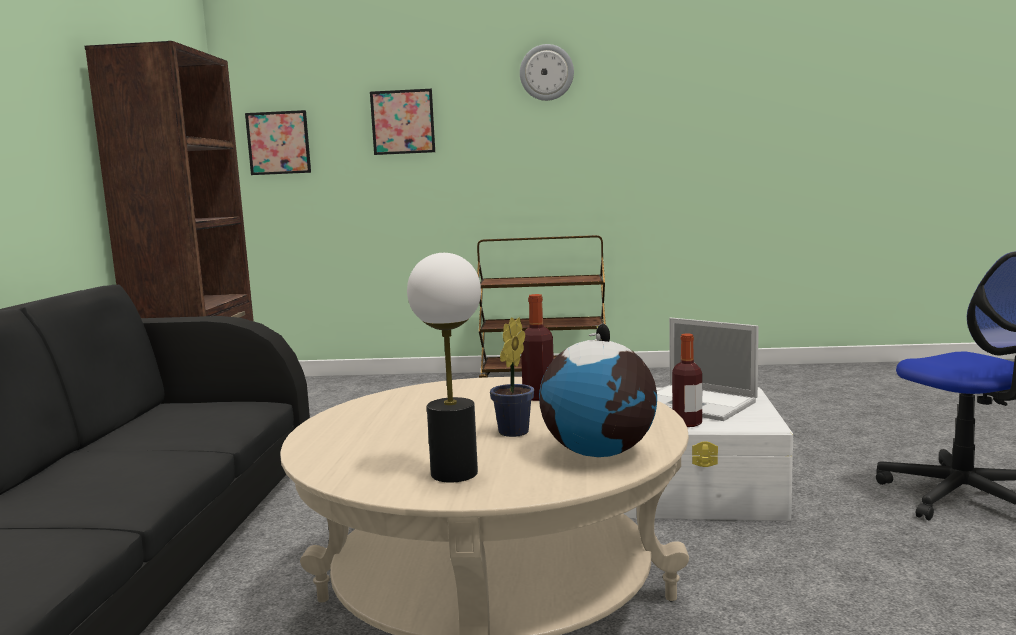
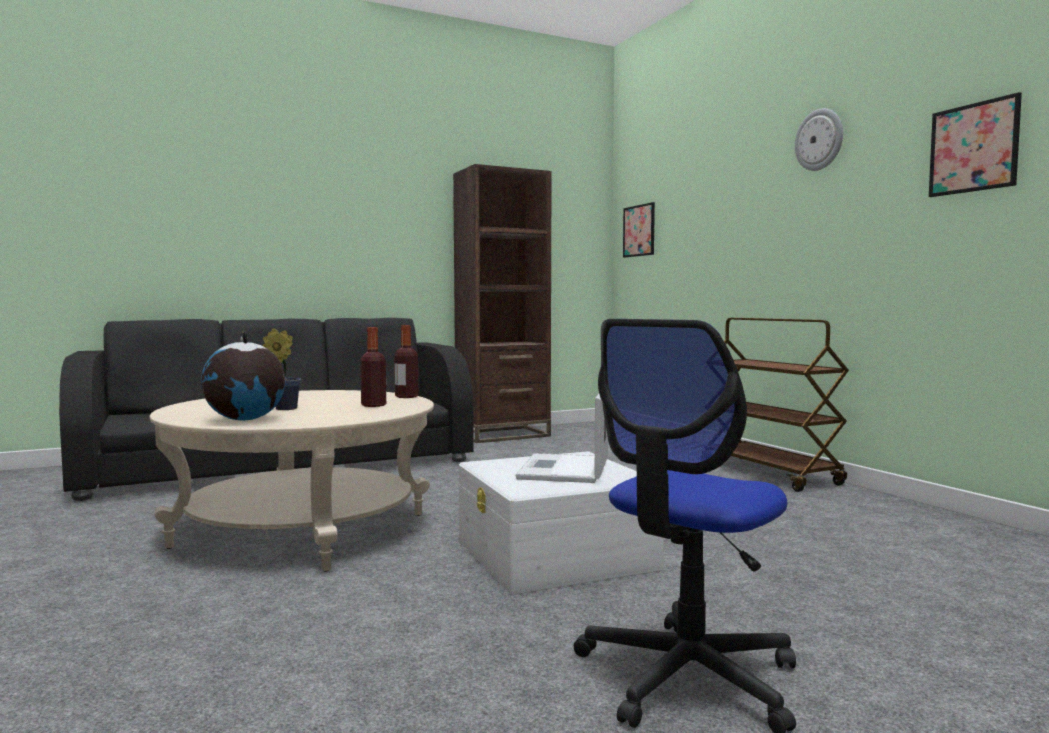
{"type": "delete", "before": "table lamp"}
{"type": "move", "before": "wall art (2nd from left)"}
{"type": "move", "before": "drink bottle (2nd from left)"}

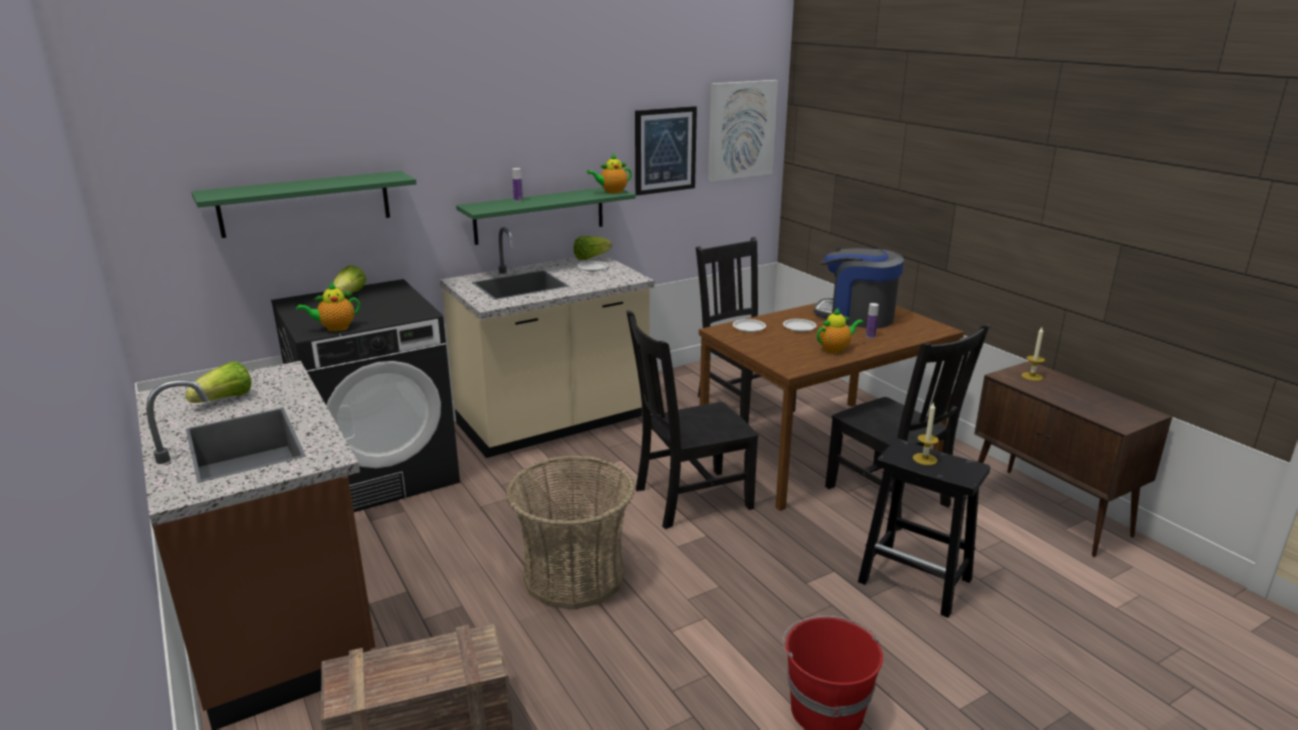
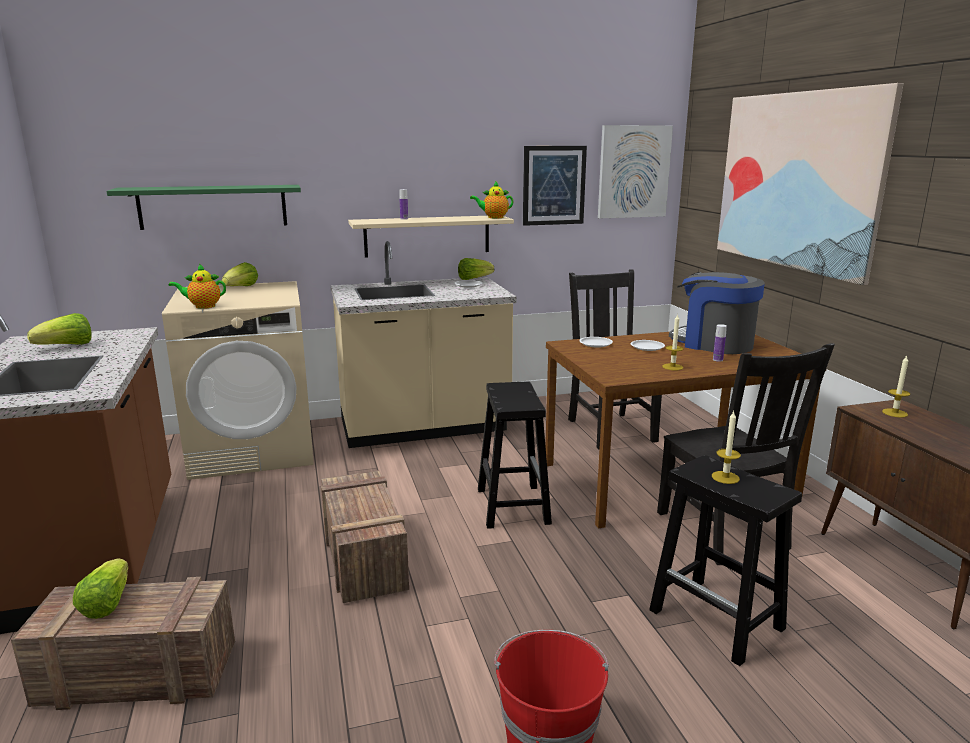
{"type": "insert", "after": "head of lettuce (2nd from left)"}
{"type": "insert", "after": "wall art (3rd from left)"}
{"type": "replace", "before": "household basket", "after": "crate (2nd from left)"}
{"type": "replace", "before": "black-coloured plain chair (1st from left)", "after": "black-coloured stool seat (1st from left)"}
{"type": "replace", "before": "teapot (3rd from left)", "after": "wax light (1st from left)"}
{"type": "recolor", "before": "black-coloured laundry machine", "after": "beige-coloured laundry machine"}
{"type": "recolor", "before": "green-coloured shelf (2nd from left)", "after": "beige-coloured shelf"}

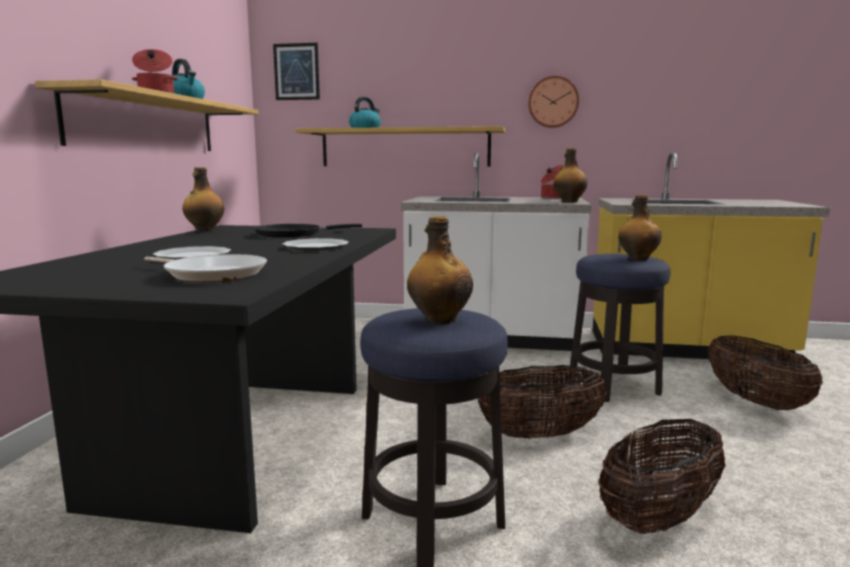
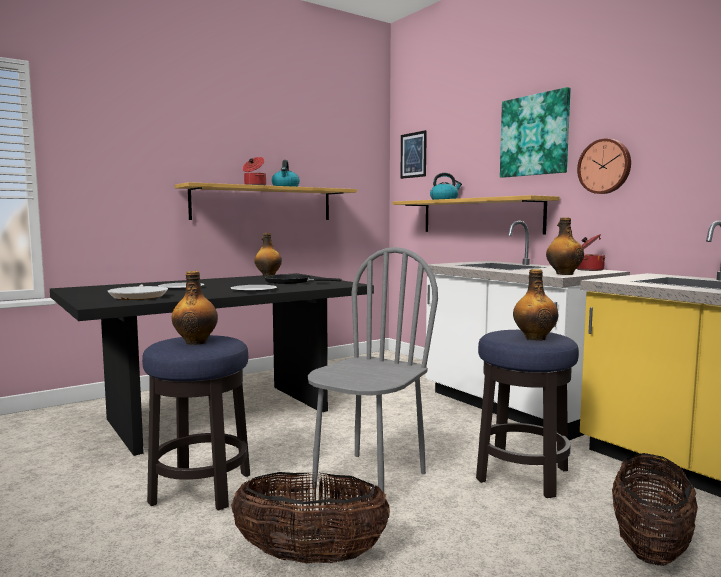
{"type": "insert", "after": "wall art (2nd from left)"}
{"type": "replace", "before": "household basket (1st from left)", "after": "gray plain chair"}

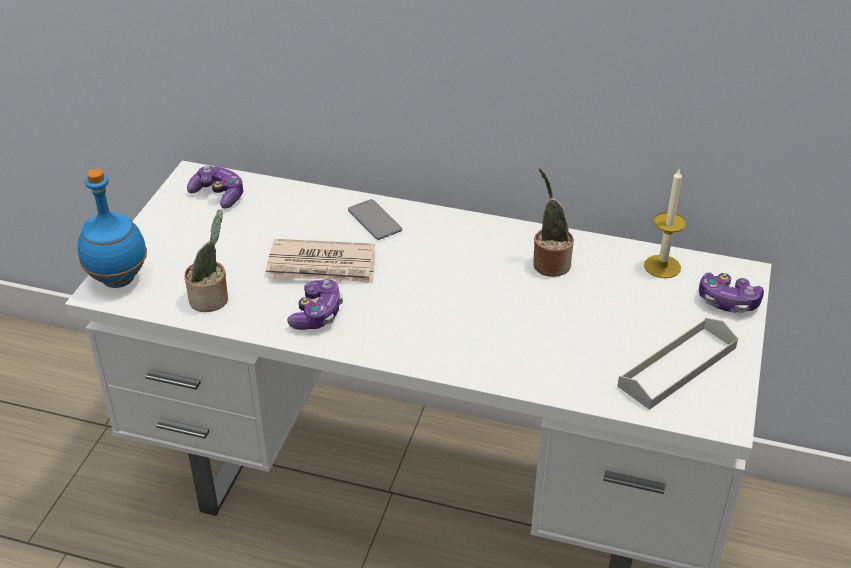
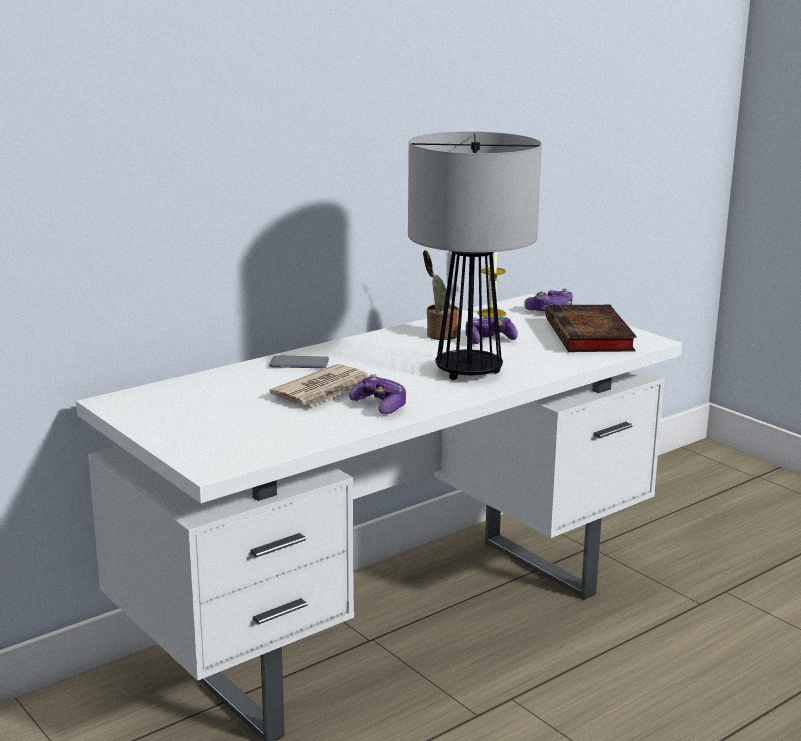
{"type": "delete", "before": "blue drink bottle"}
{"type": "delete", "before": "houseplant (1st from left)"}
{"type": "insert", "after": "table lamp"}
{"type": "move", "before": "game controller (1st from left in the first image)", "after": "game controller (2nd from left)"}
{"type": "replace", "before": "gray serving tray", "after": "bound book"}

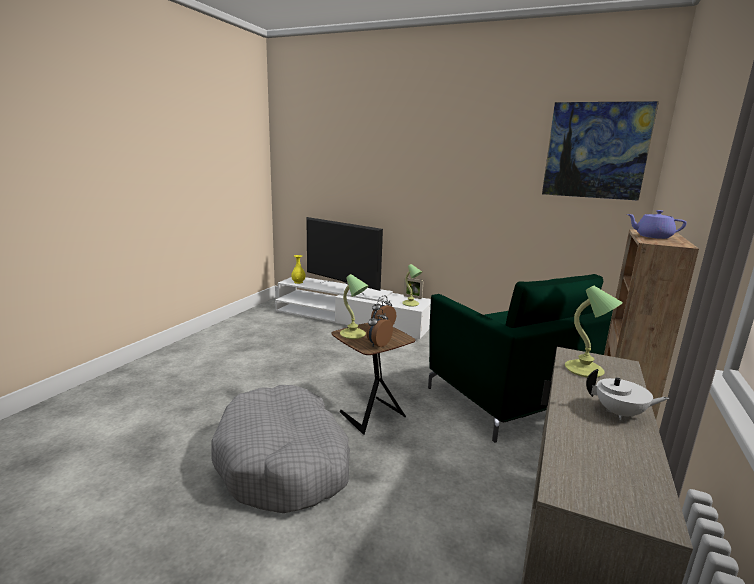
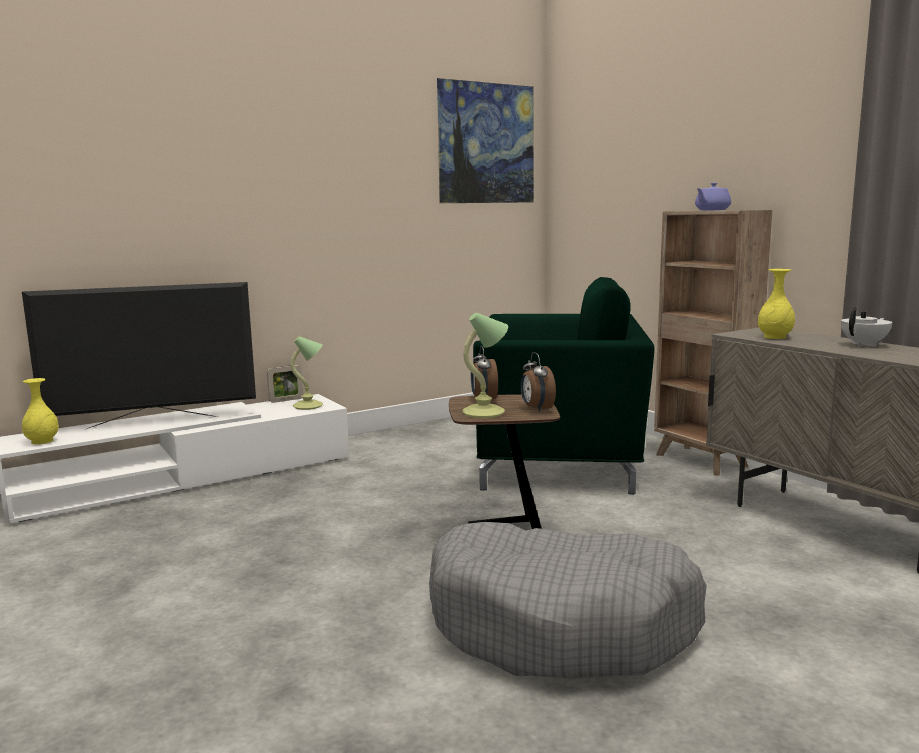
{"type": "replace", "before": "table lamp (3rd from left)", "after": "yellow flower vase (2nd from left)"}

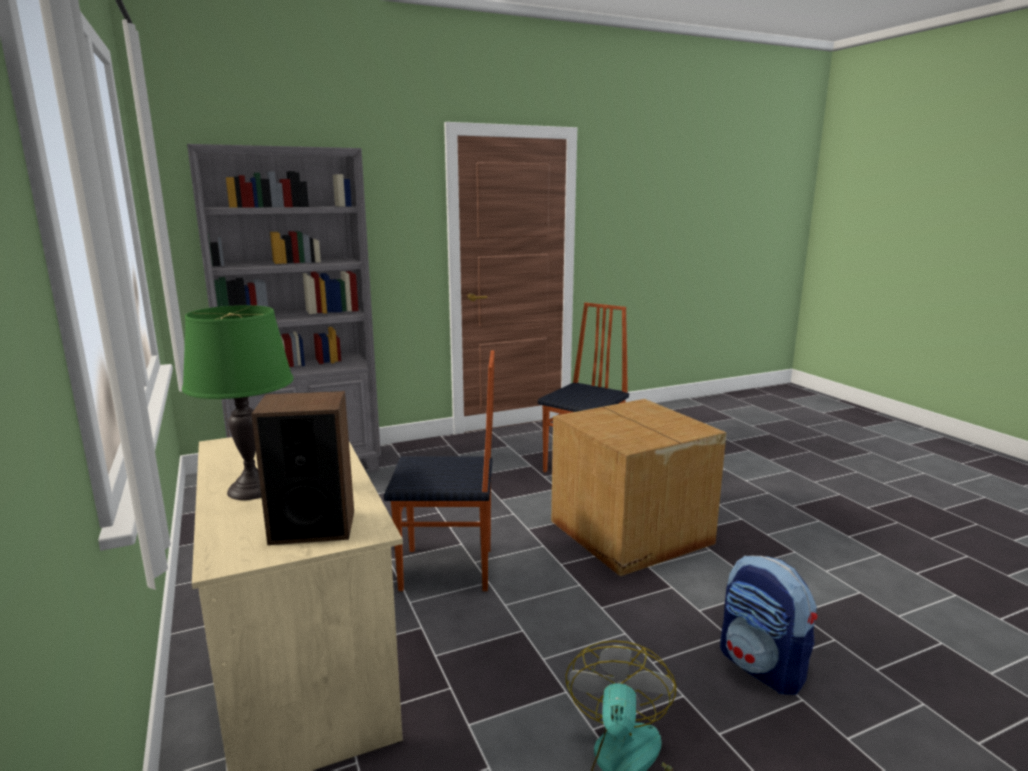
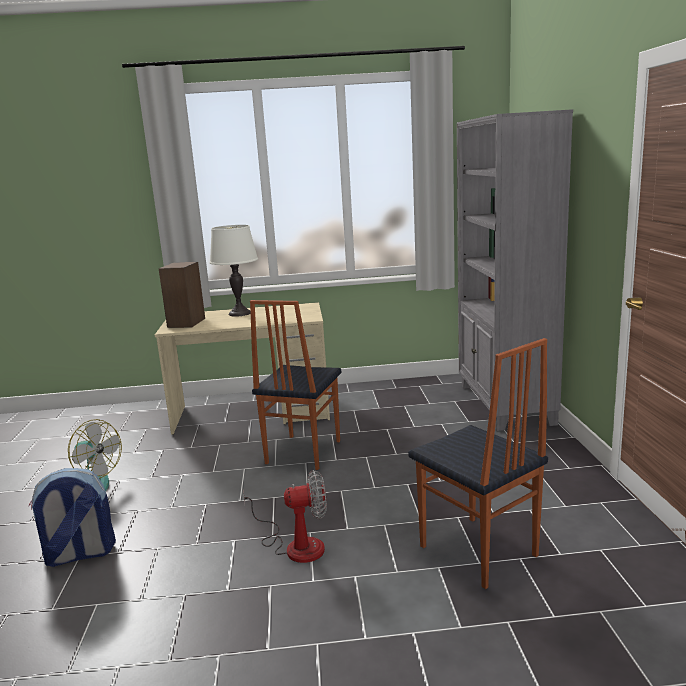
{"type": "replace", "before": "carton", "after": "cooling fan (2nd from left)"}
{"type": "recolor", "before": "green-coloured table lamp", "after": "whitish table lamp"}

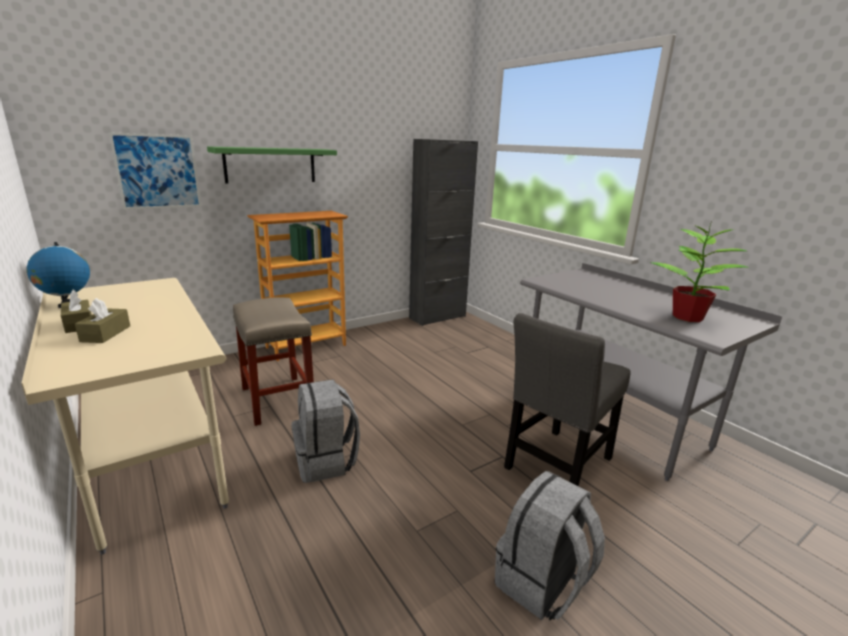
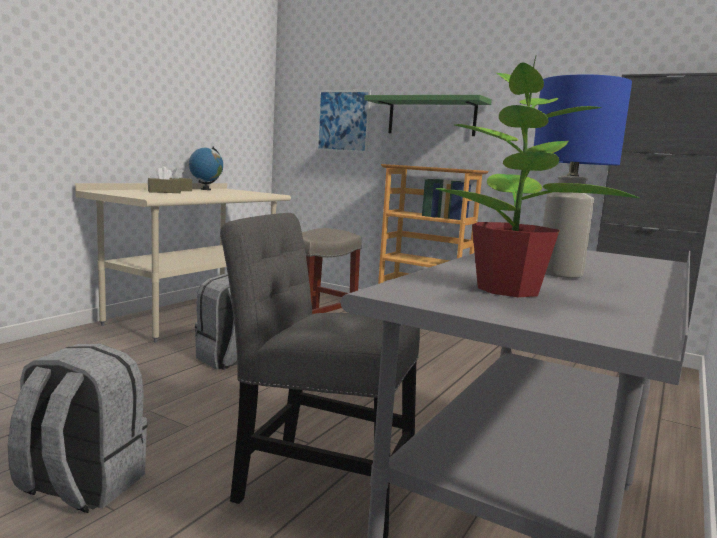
{"type": "insert", "after": "blue table lamp"}

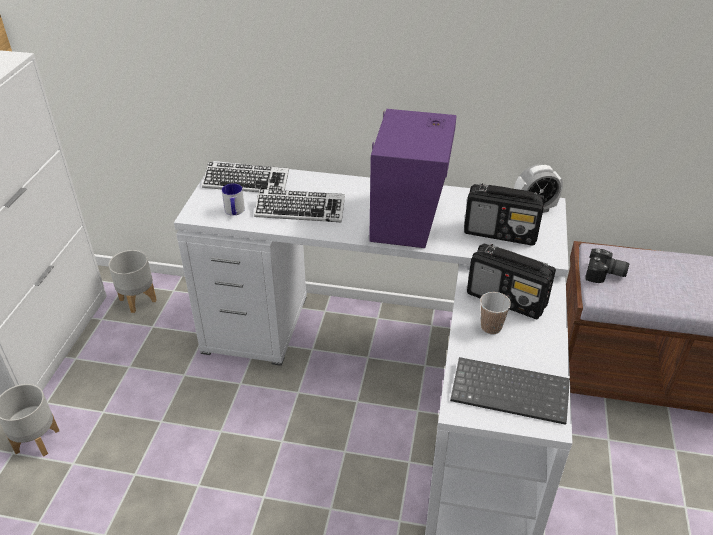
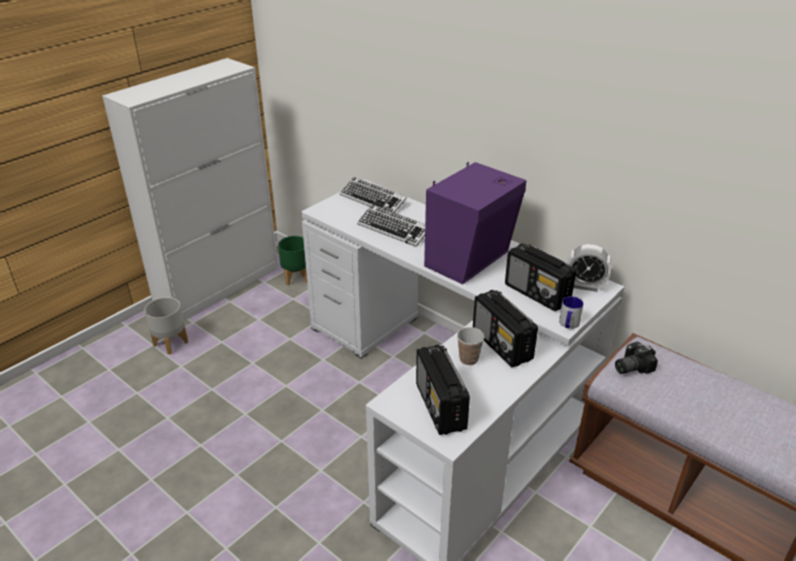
{"type": "move", "before": "tea mug"}
{"type": "replace", "before": "computer keyboard (3rd from left)", "after": "radio (1st from left)"}
{"type": "recolor", "before": "gray flower pot (2nd from left)", "after": "green-coloured flower pot"}
{"type": "rotate", "before": "still camera", "turn": 105}

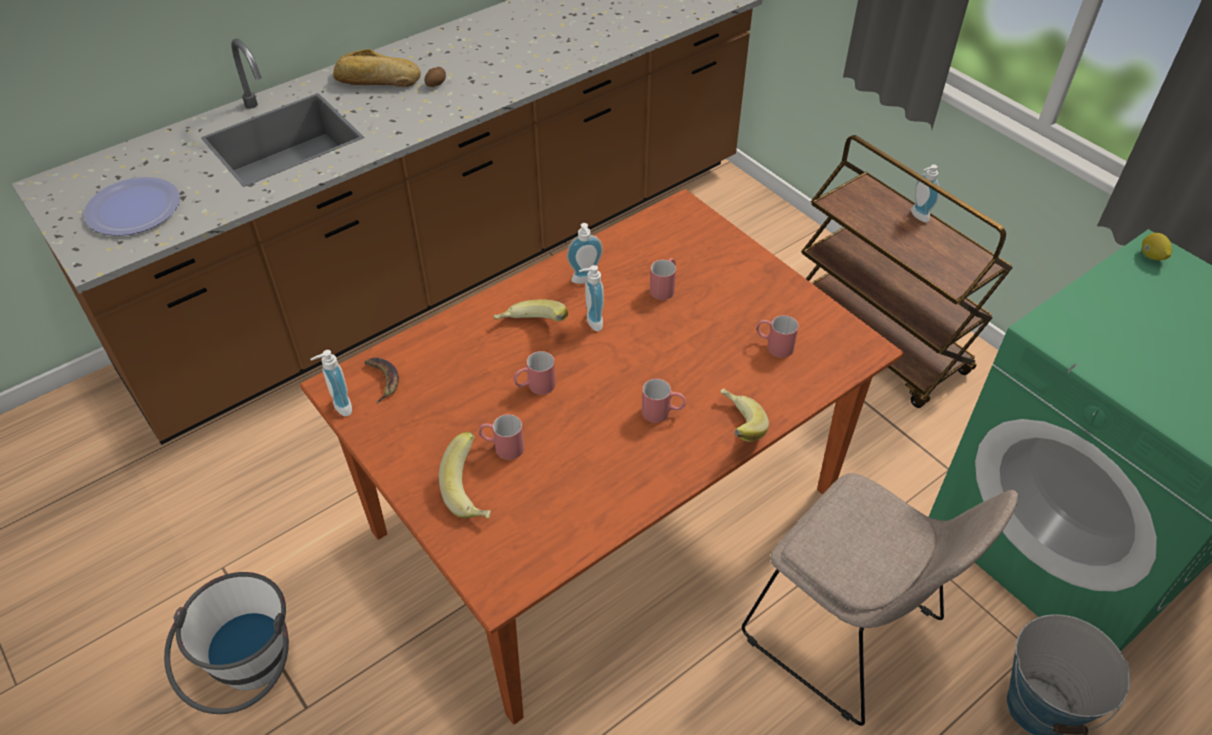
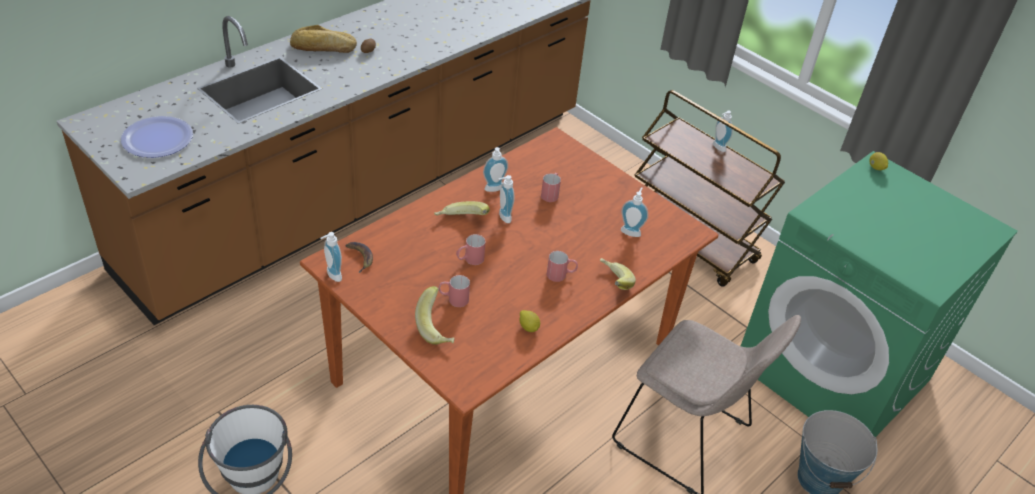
{"type": "insert", "after": "whole lemon (1st from left)"}
{"type": "replace", "before": "reddish tea mug (5th from left)", "after": "soap dispenser (4th from left)"}

